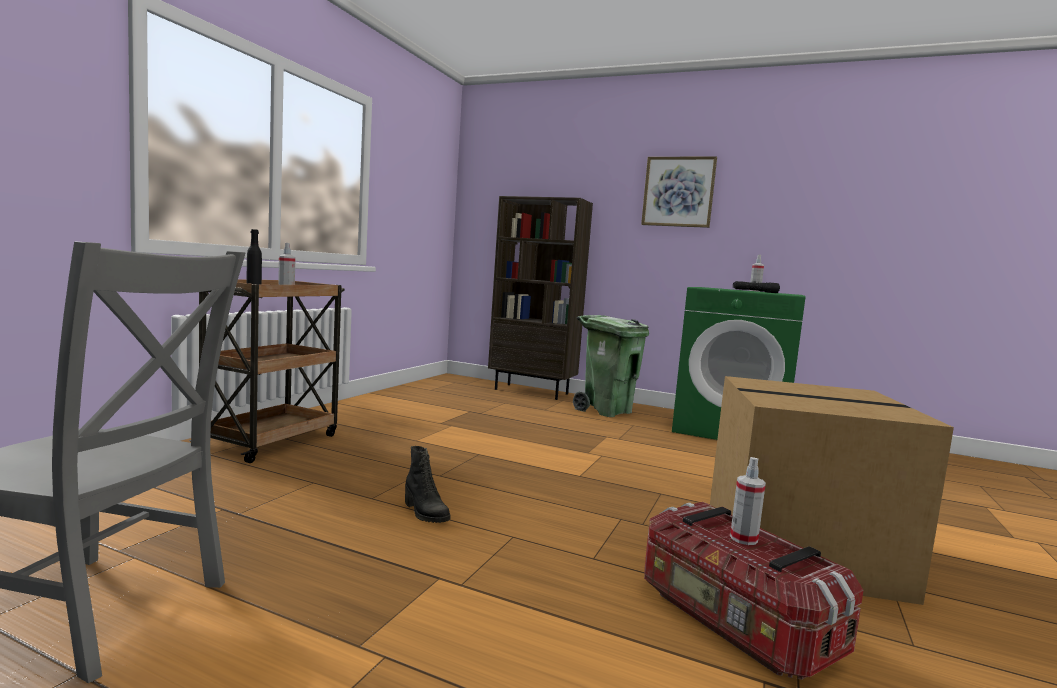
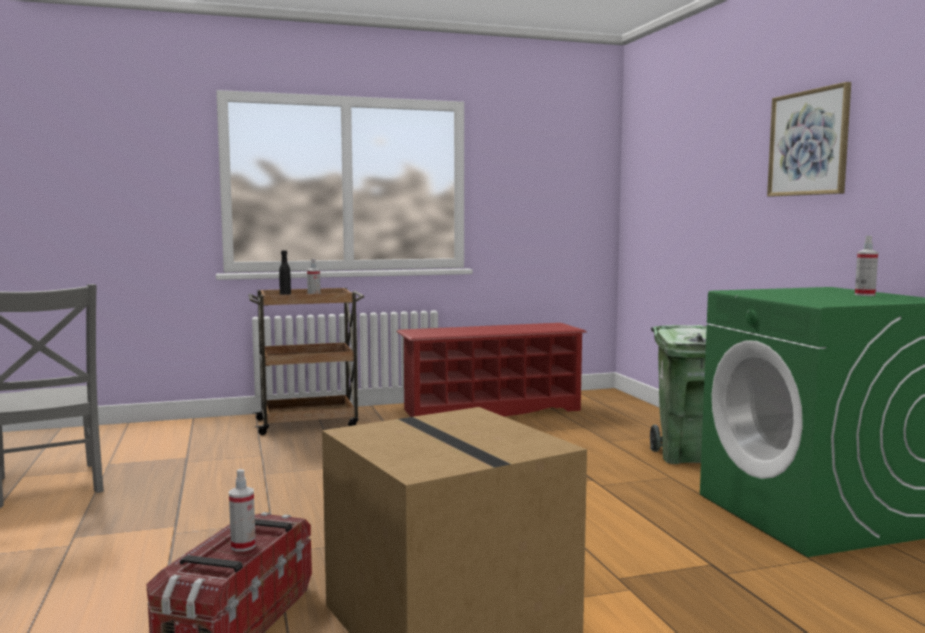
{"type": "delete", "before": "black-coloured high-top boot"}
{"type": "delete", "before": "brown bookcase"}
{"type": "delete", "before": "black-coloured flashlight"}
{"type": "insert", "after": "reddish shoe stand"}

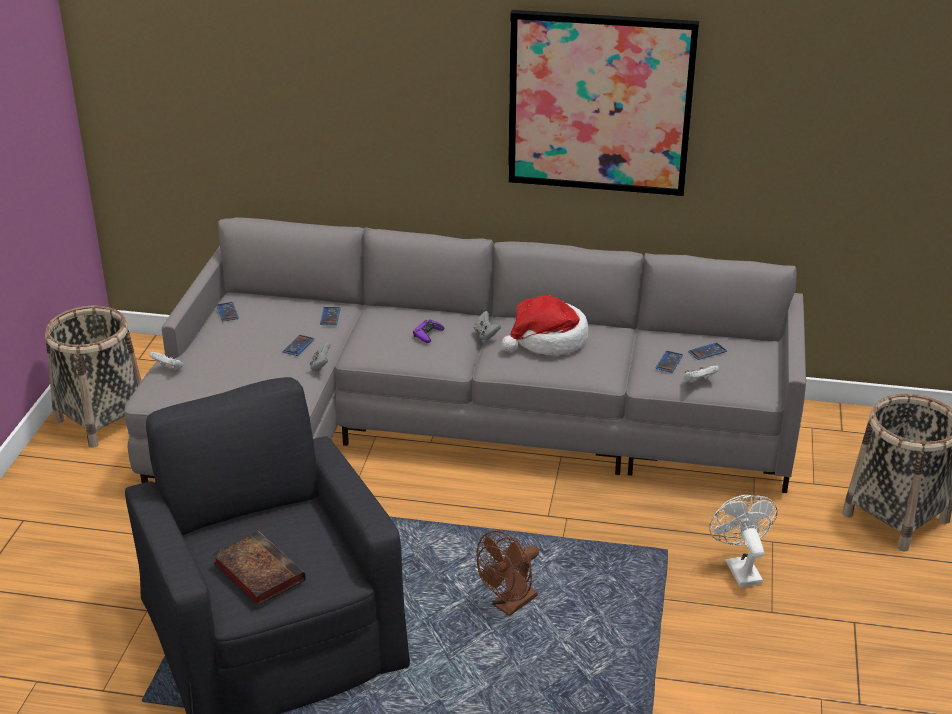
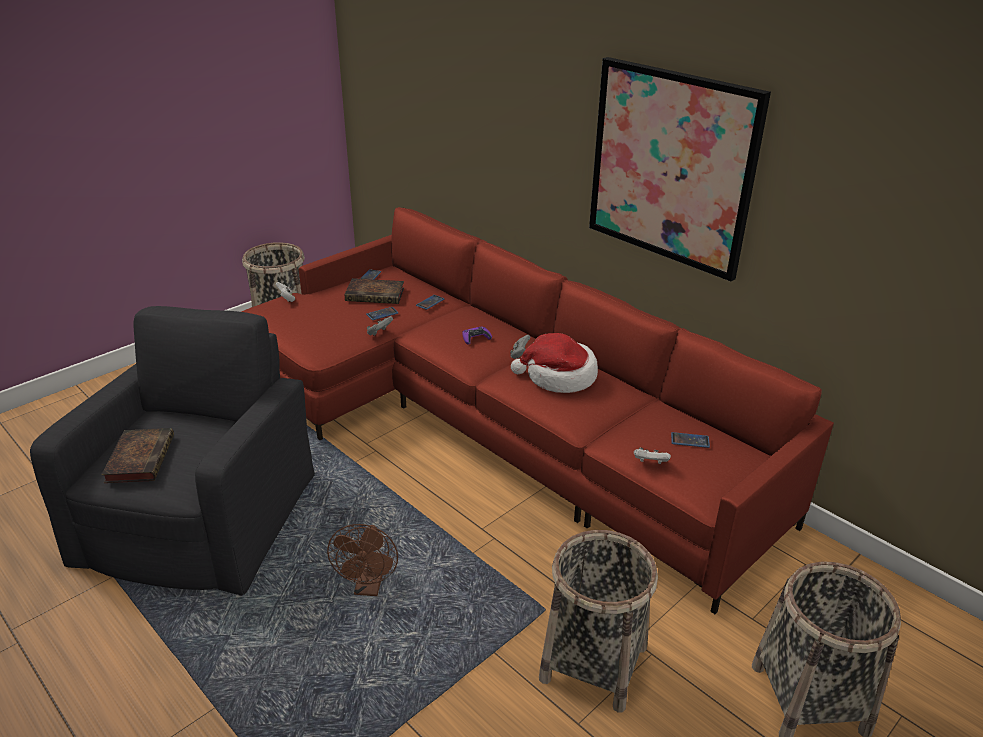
{"type": "delete", "before": "phone (4th from left)"}
{"type": "insert", "after": "bound book (2nd from left)"}
{"type": "replace", "before": "whitish cooling fan", "after": "household basket (2nd from left)"}
{"type": "recolor", "before": "gray sofa", "after": "reddish sofa"}
{"type": "rotate", "before": "brown cooling fan", "turn": -75}

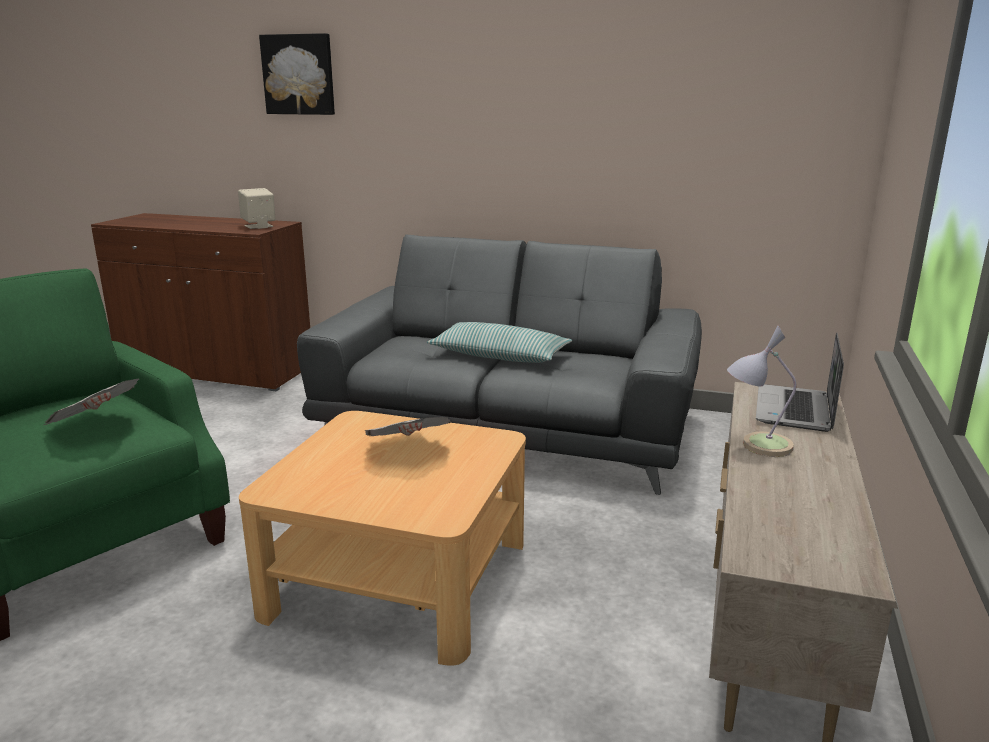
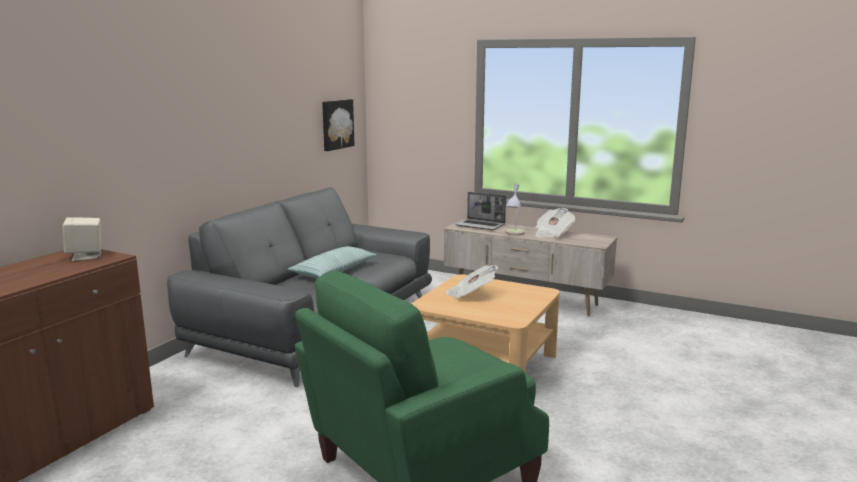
{"type": "move", "before": "newspaper (1st from left in the first image)", "after": "newspaper (2nd from left)"}
{"type": "move", "before": "wall art"}

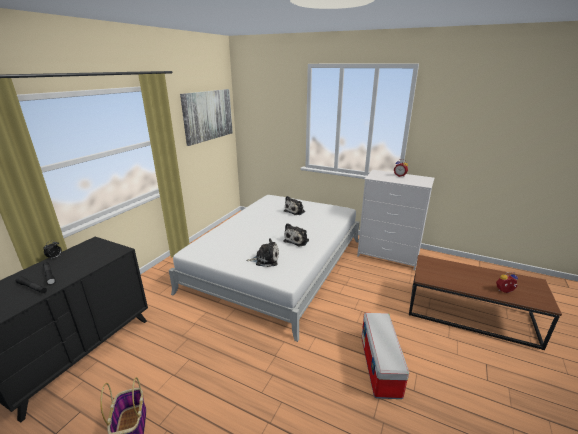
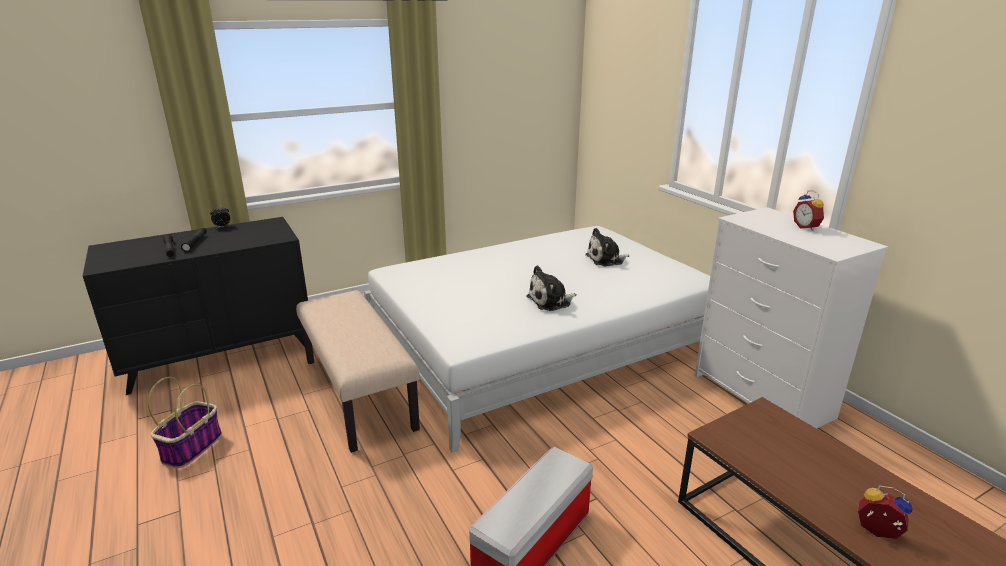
{"type": "delete", "before": "wall art"}
{"type": "delete", "before": "cuddly toy (1st from left)"}
{"type": "insert", "after": "beige-coloured indoor bench"}

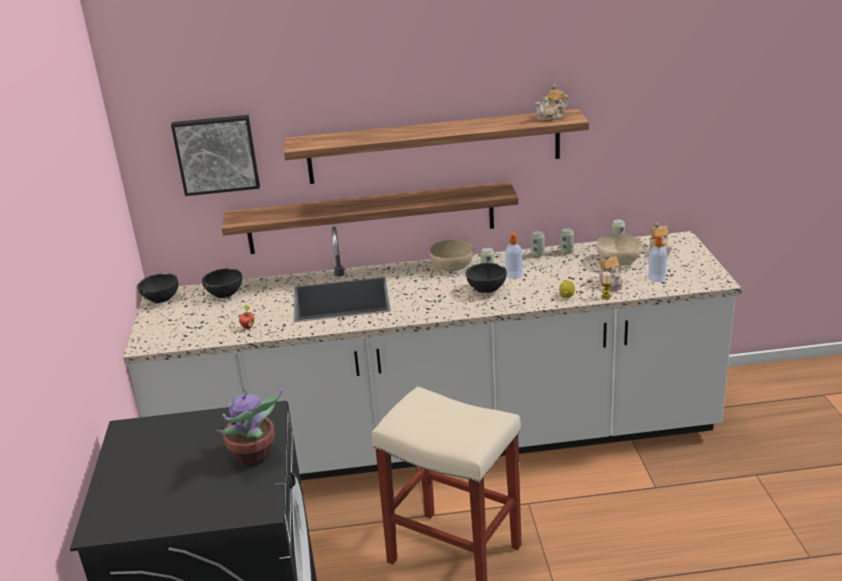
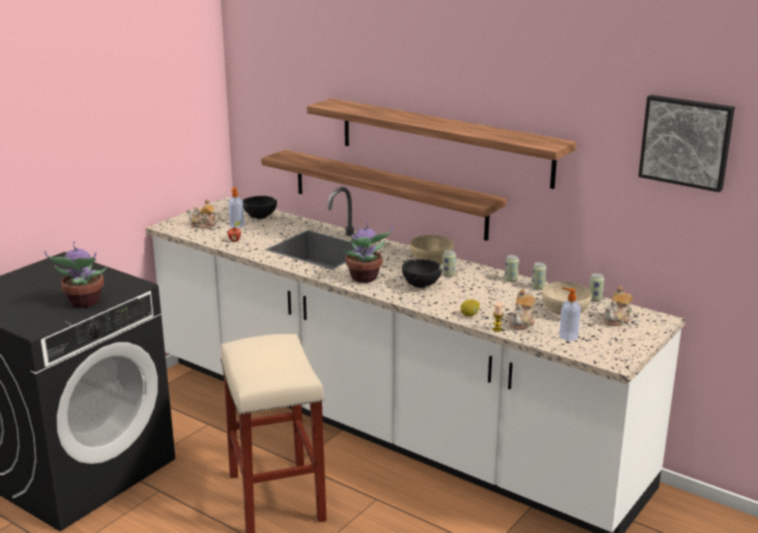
{"type": "delete", "before": "black-coloured deep dish (1st from left)"}
{"type": "insert", "after": "houseplant (2nd from left)"}
{"type": "move", "before": "wall art"}
{"type": "move", "before": "soap dispenser (1st from left)"}
{"type": "move", "before": "teapot (1st from left)"}

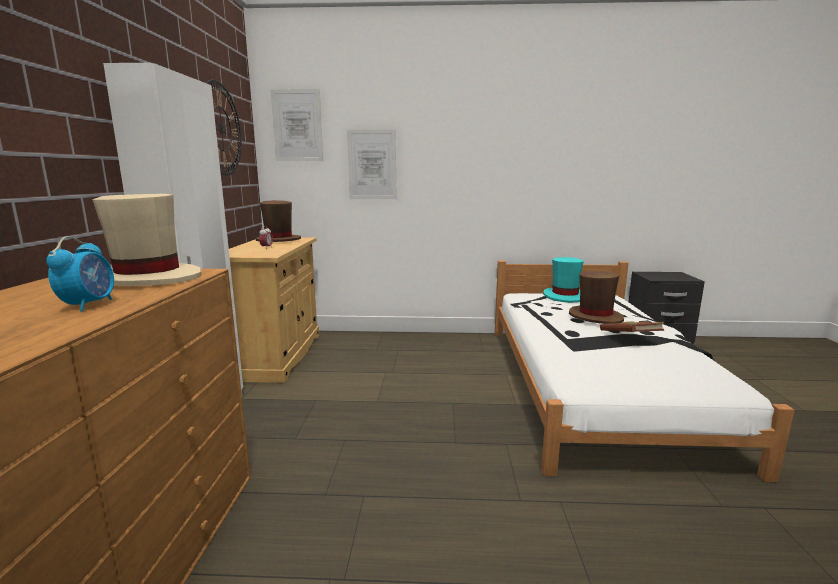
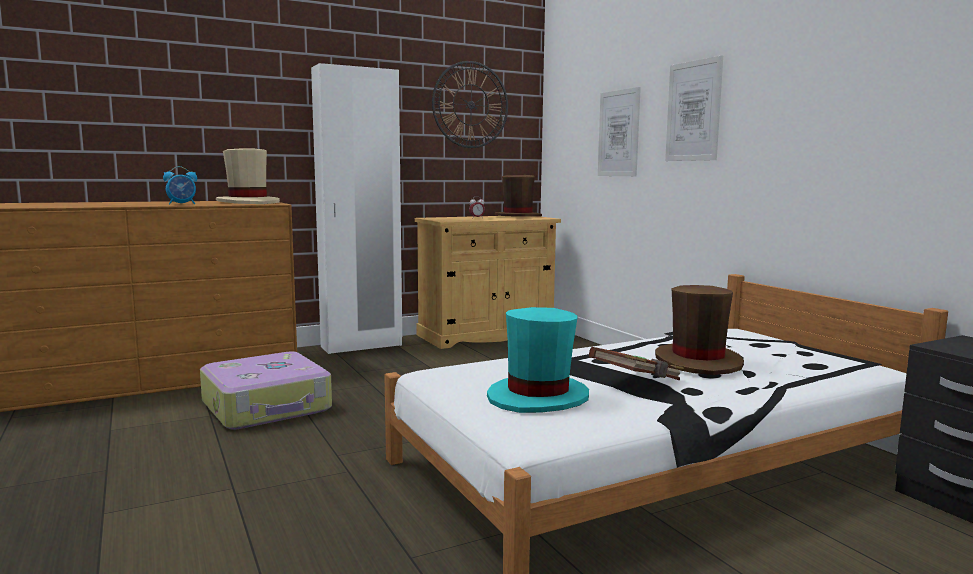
{"type": "insert", "after": "piece of luggage"}
{"type": "move", "before": "wall art (1st from left in the first image)", "after": "wall art (2nd from left)"}
{"type": "move", "before": "turquoise wearable hat"}

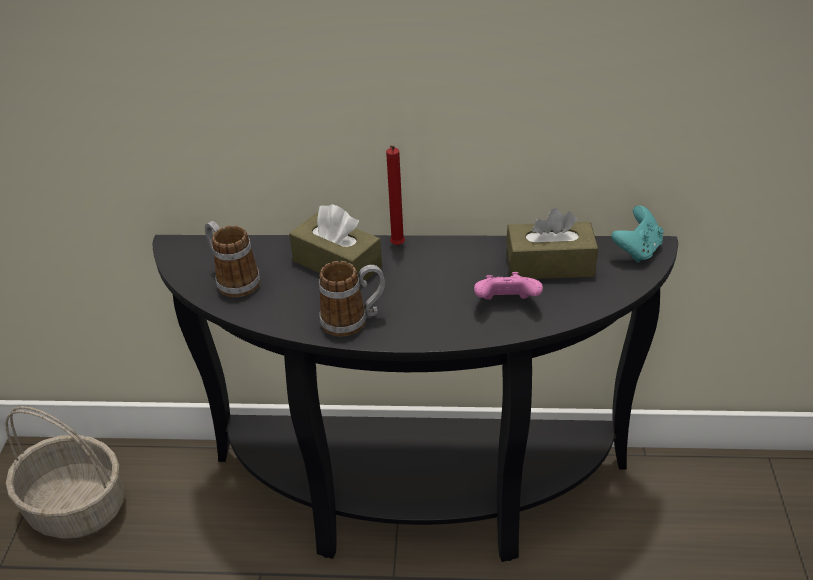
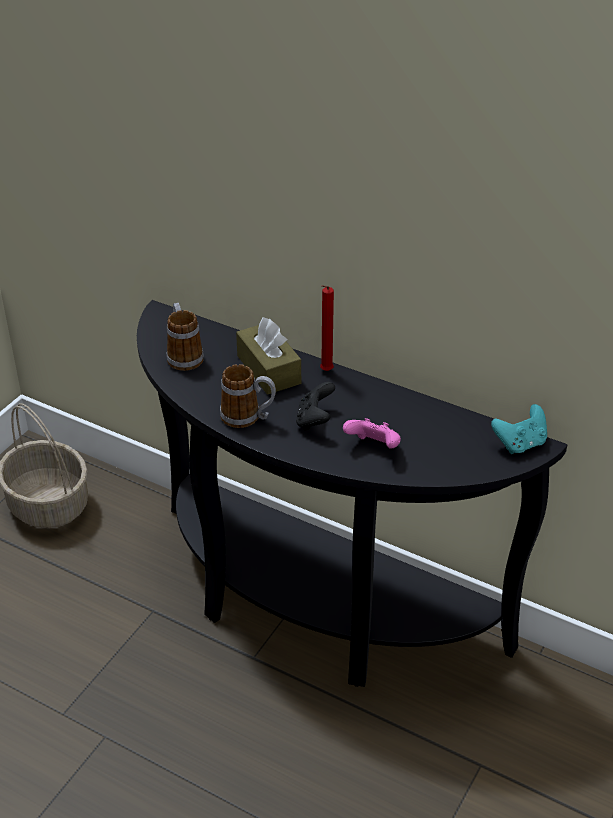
{"type": "delete", "before": "brown box of tissues (2nd from left)"}
{"type": "insert", "after": "black-coloured game controller"}

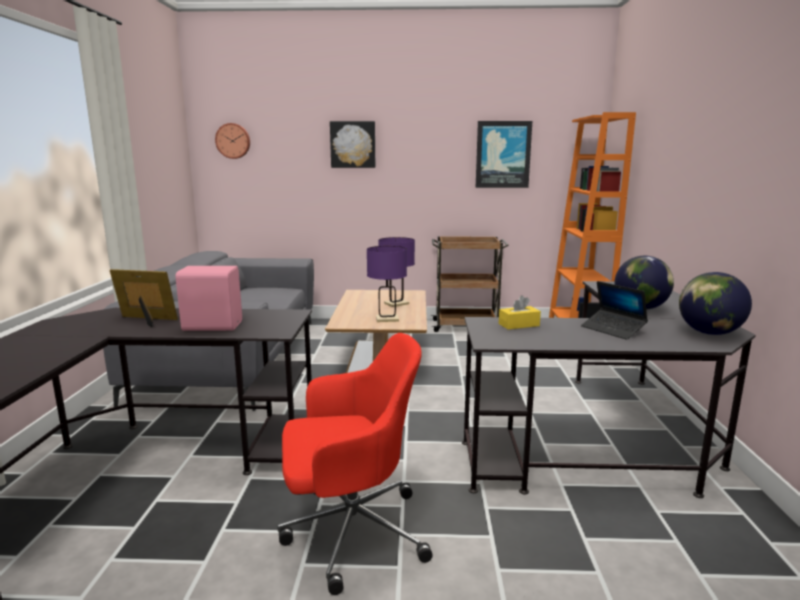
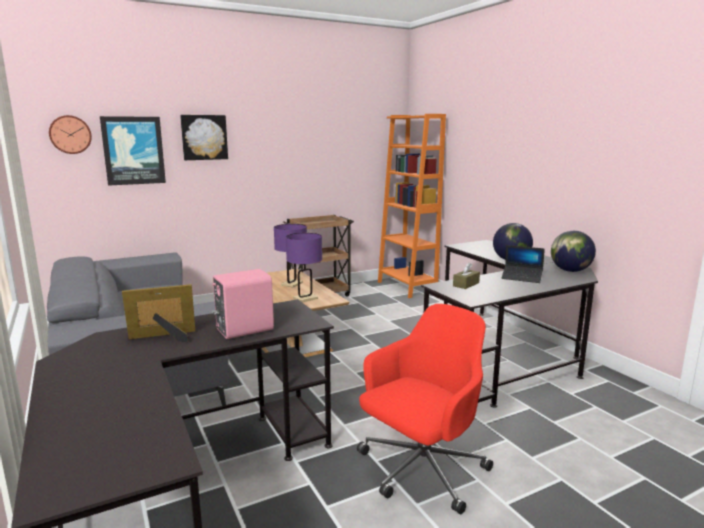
{"type": "move", "before": "wall art (2nd from left in the first image)", "after": "wall art (1st from left)"}
{"type": "recolor", "before": "yellow box of tissues", "after": "brown box of tissues"}

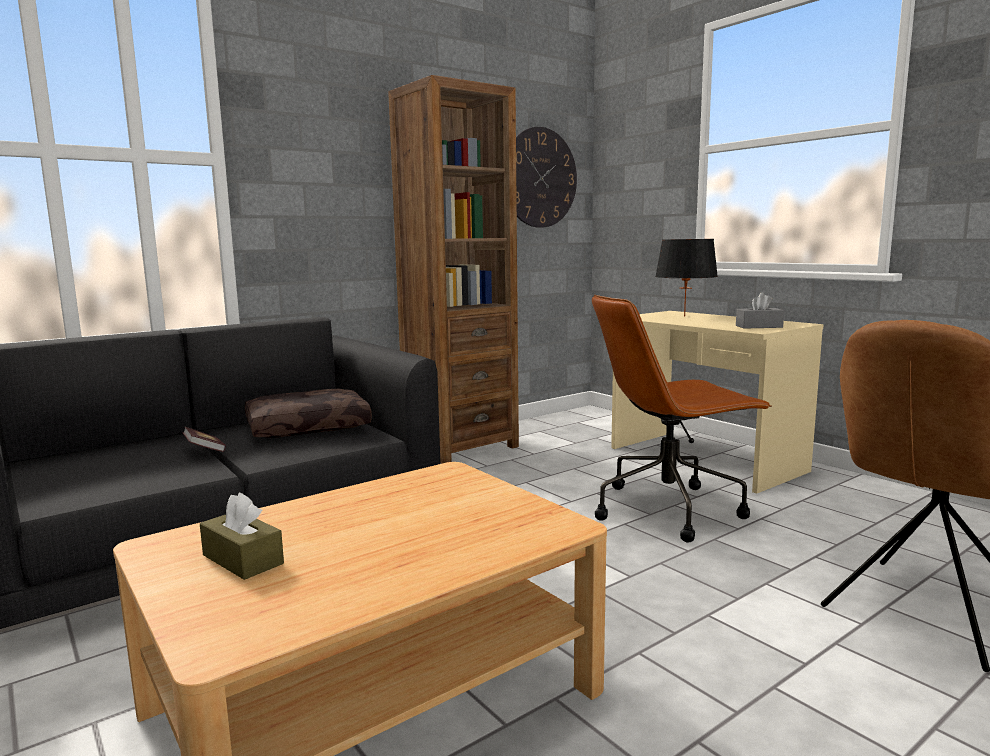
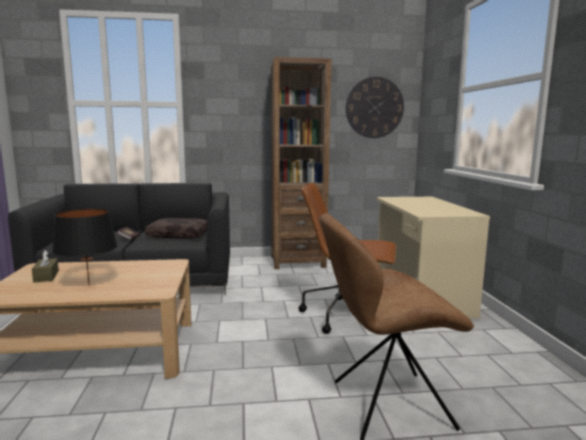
{"type": "delete", "before": "gray box of tissues"}
{"type": "move", "before": "black-coloured table lamp"}

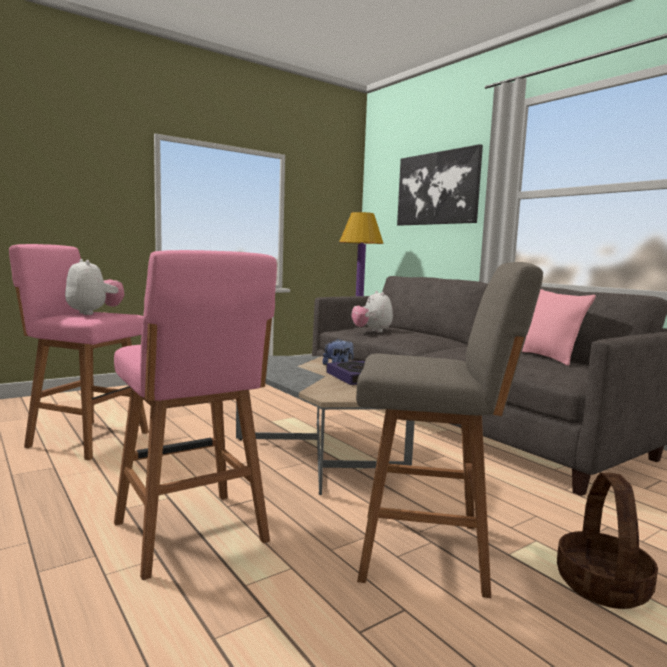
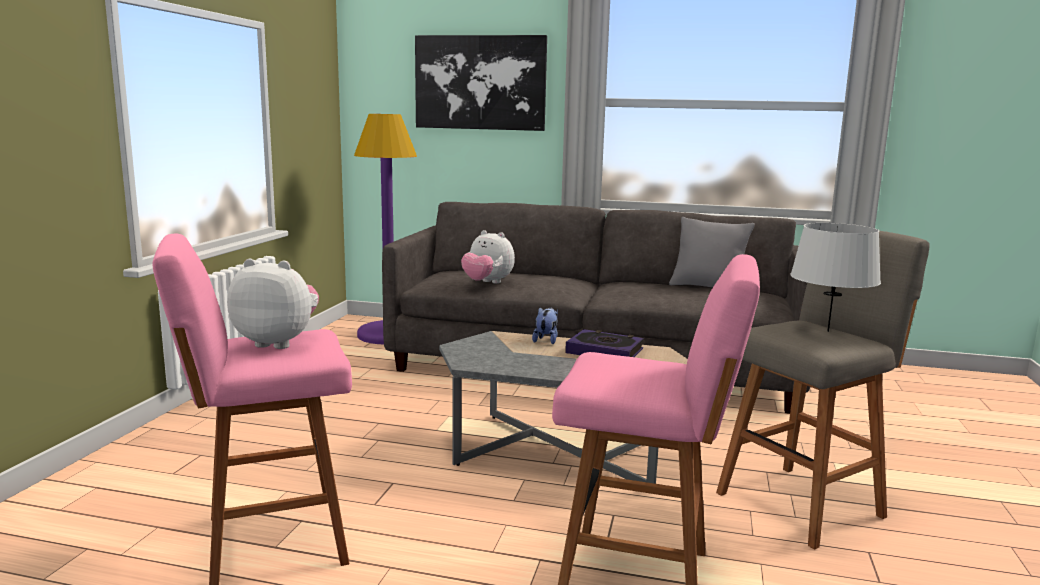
{"type": "delete", "before": "household basket"}
{"type": "insert", "after": "gray table lamp"}
{"type": "recolor", "before": "pink pillow", "after": "gray pillow"}

